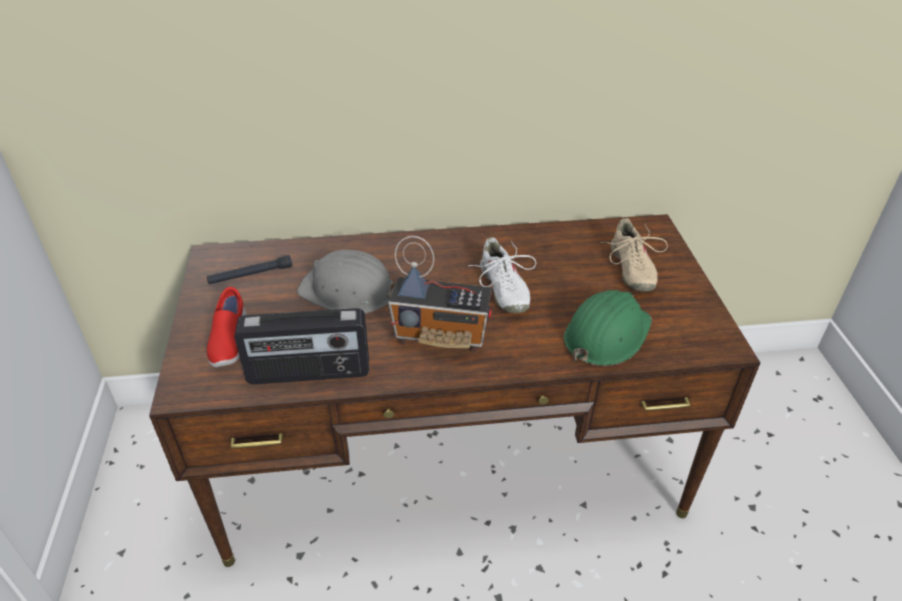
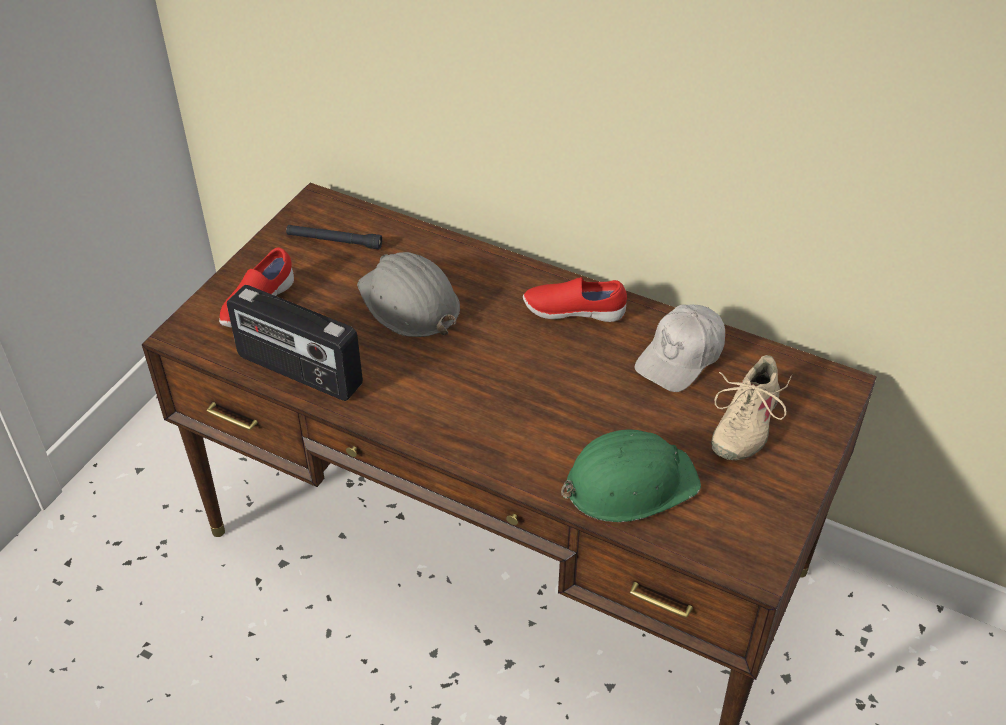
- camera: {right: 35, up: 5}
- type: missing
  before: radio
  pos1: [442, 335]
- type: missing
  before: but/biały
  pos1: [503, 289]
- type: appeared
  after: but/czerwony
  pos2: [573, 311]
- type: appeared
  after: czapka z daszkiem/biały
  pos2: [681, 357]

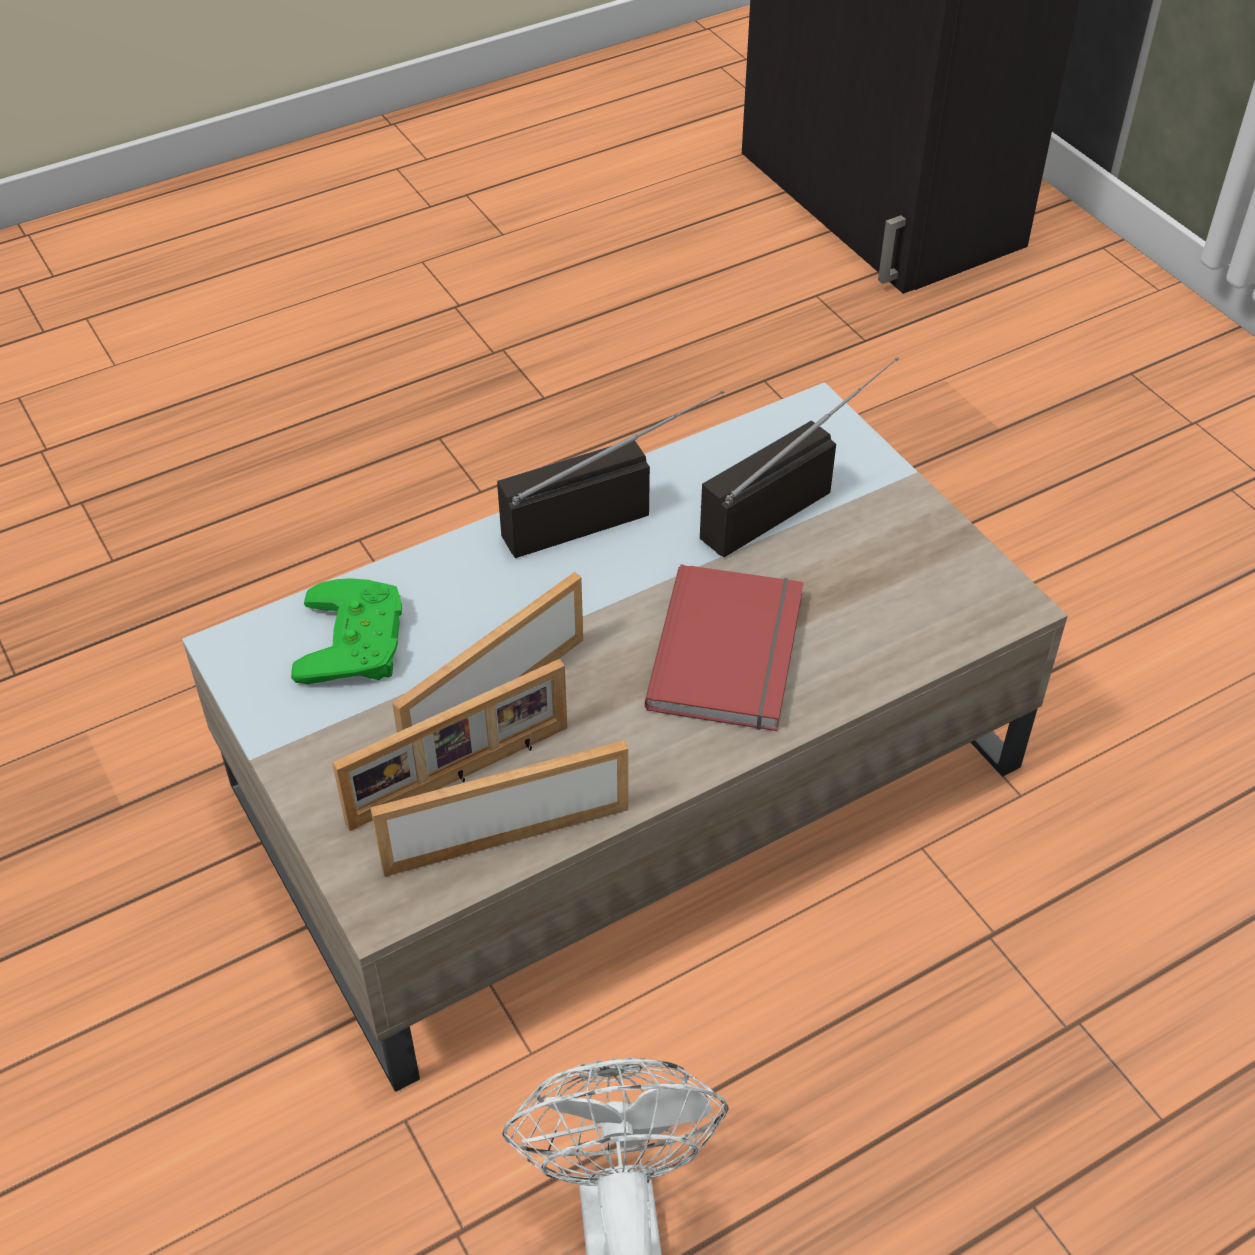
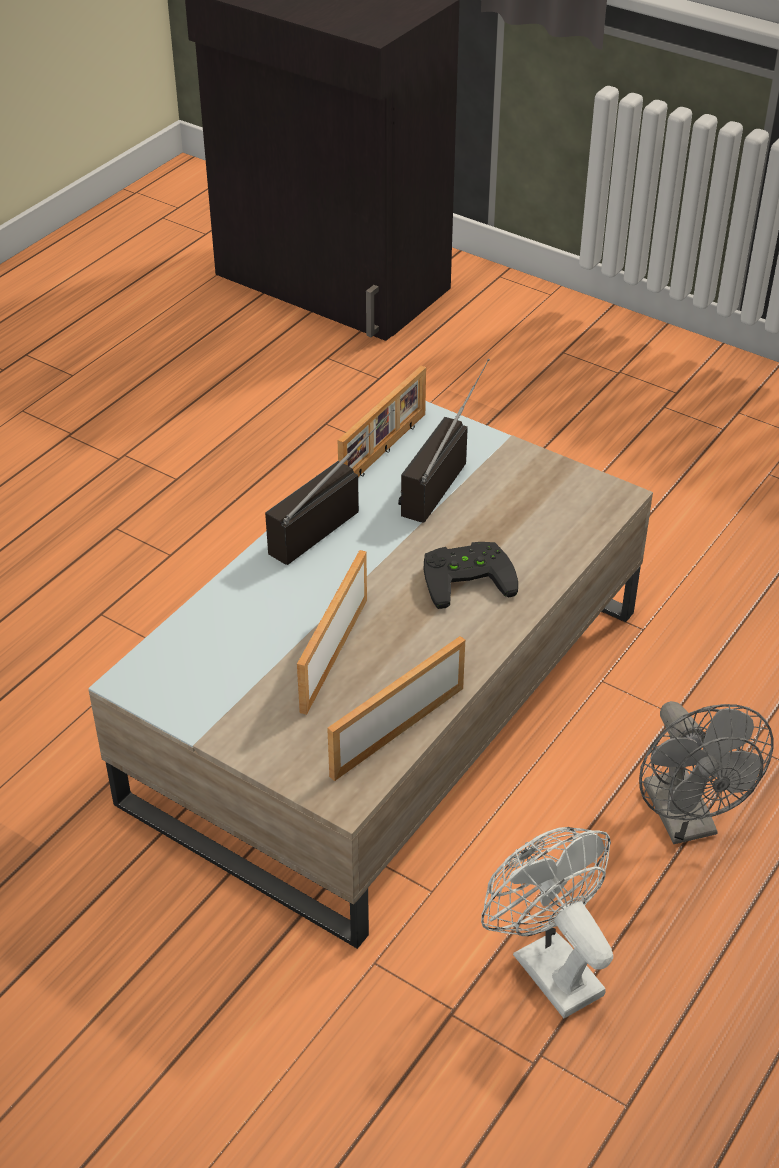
- camera: {right: -25, up: -5}
- type: missing
  before: pad do gier/zielony
  pos1: [359, 641]
- type: relocated
  before: ramka na zdjęcie
  pos1: [460, 777]
  pos2: [385, 451]
- type: exchanged
  before: książka/czerwony
  after: pad do gier/czarny
  pos1: [732, 651]
  pos2: [466, 576]
- type: appeared
  after: wentylator/szary
  pos2: [686, 821]

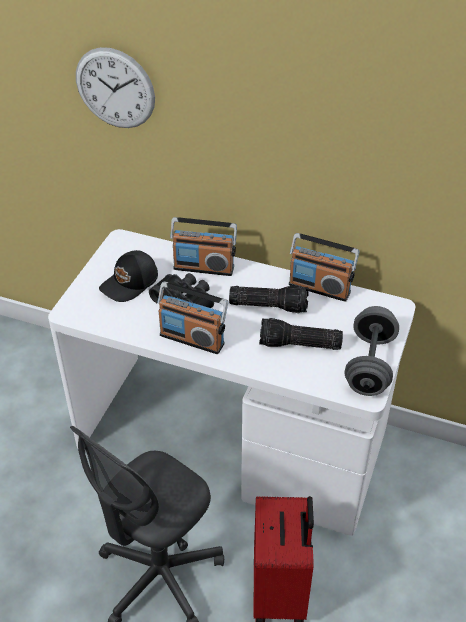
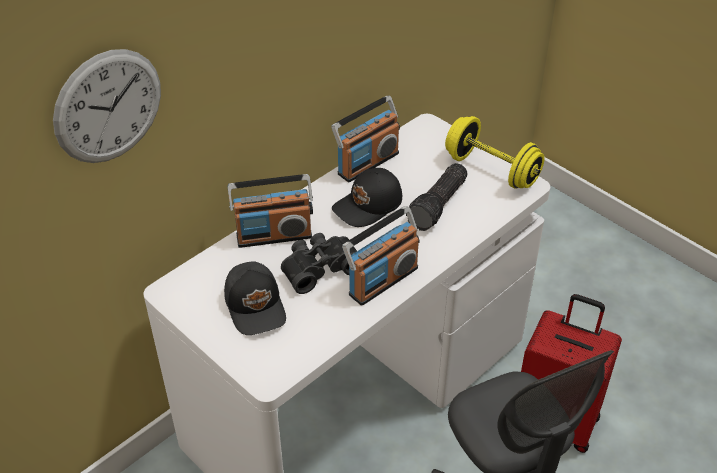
- camera: {right: -65, up: 0}
- type: spun
  before: radio
  pos1: [204, 267]
  pos2: [274, 235]
  turn: 45
- type: exchanged
  before: latarka
  after: czapka z daszkiem/czarny
  pos1: [269, 305]
  pos2: [369, 206]
- type: colour
  before: hantel/szary
  after: hantel/żółty
  pos1: [369, 365]
  pos2: [491, 170]

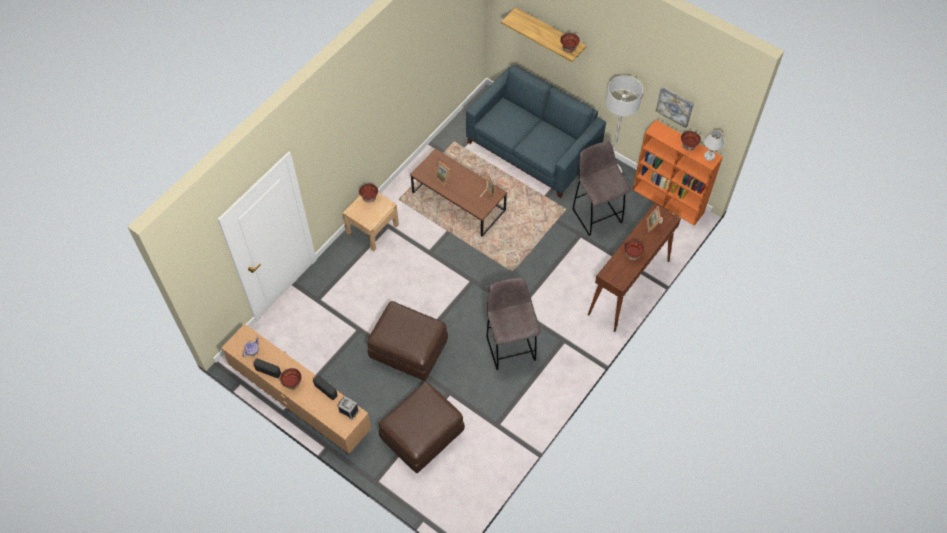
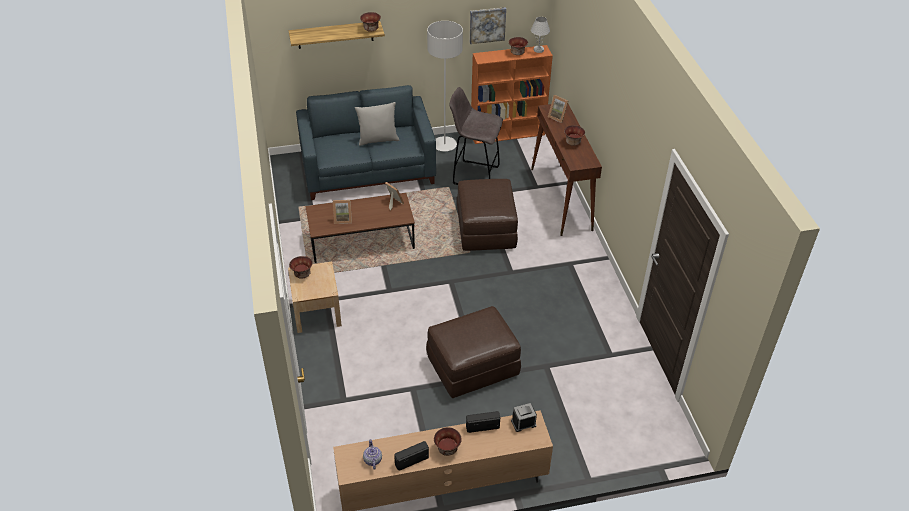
- camera: {right: -50, up: -15}
- type: relocated
  before: pufa/brązowy
  pos1: [422, 435]
  pos2: [486, 230]
- type: missing
  before: stołek/szary
  pos1: [510, 347]
- type: appeared
  after: poduszka/szary
  pos2: [378, 140]

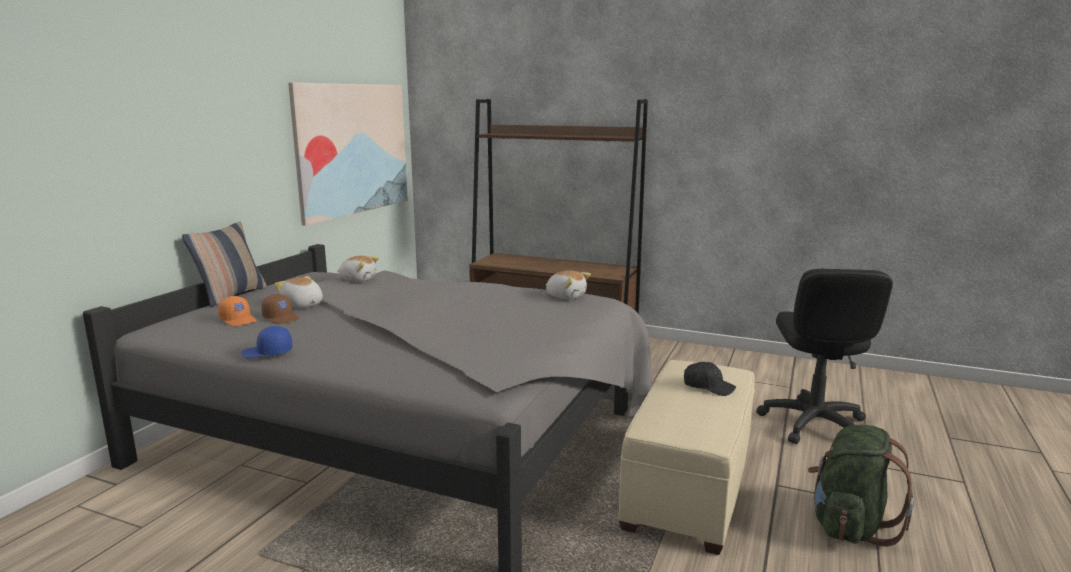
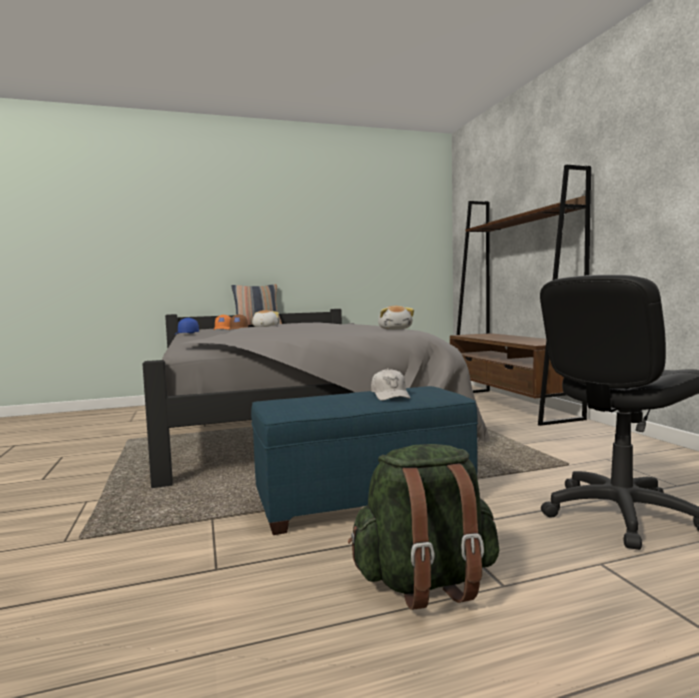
- camera: {right: 50, up: -10}
- type: missing
  before: obraz
  pos1: [353, 149]
- type: missing
  before: pluszak
  pos1: [358, 279]
- type: colour
  before: pufa/beżowy
  after: pufa/niebieski
  pos1: [688, 487]
  pos2: [364, 499]
- type: colour
  before: czapka z daszkiem/czarny
  after: czapka z daszkiem/biały
  pos1: [708, 386]
  pos2: [390, 395]

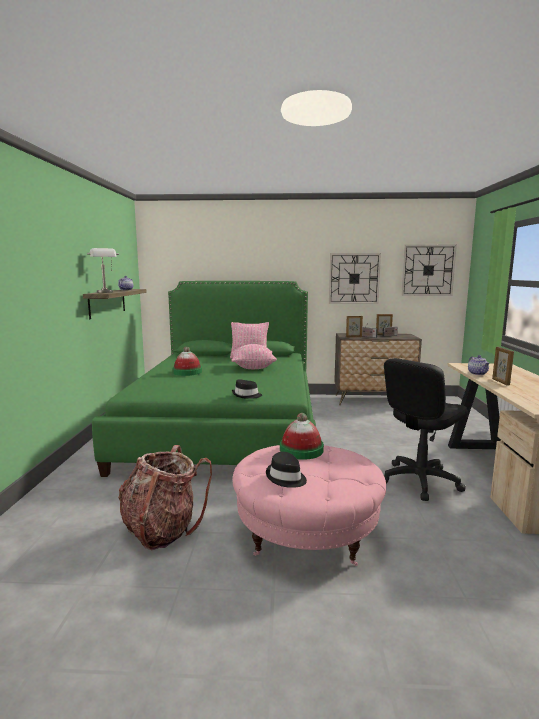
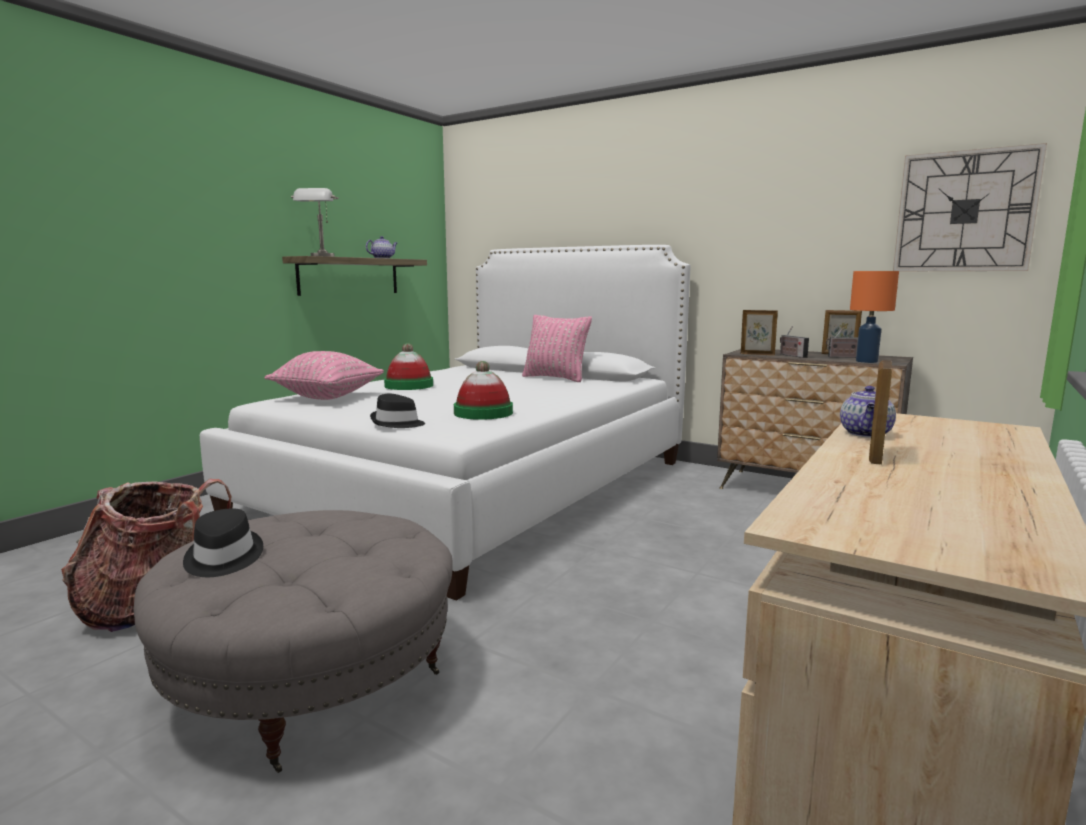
- camera: {right: 30, up: 0}
- type: colour
  before: łóżko/zielony
  after: łóżko/biały
  pos1: [225, 426]
  pos2: [476, 486]
- type: relocated
  before: poduszka/różowy
  pos1: [253, 367]
  pos2: [327, 397]
- type: colour
  before: pufa/różowy
  after: pufa/szary
  pos1: [307, 531]
  pos2: [311, 679]
- type: relocated
  before: kapelusz
  pos1: [301, 450]
  pos2: [483, 413]
- type: missing
  before: zegar ścienny
  pos1: [354, 278]
- type: missing
  before: krzesło biurowe/czarny
  pos1: [419, 481]
- type: appeared
  after: lampa stołowa/pomarańczowy
  pos2: [867, 361]

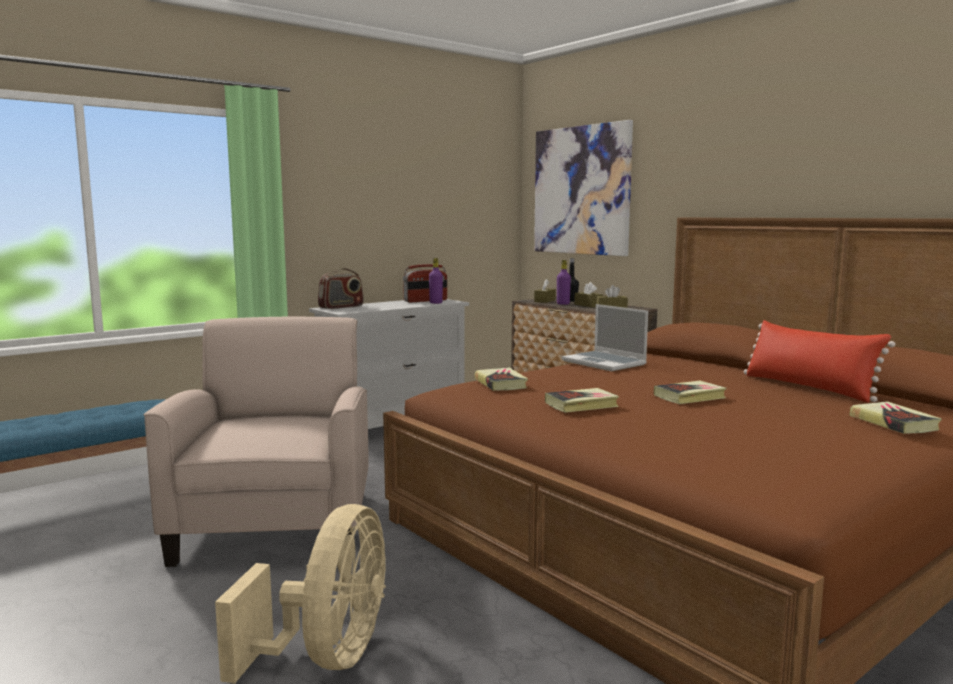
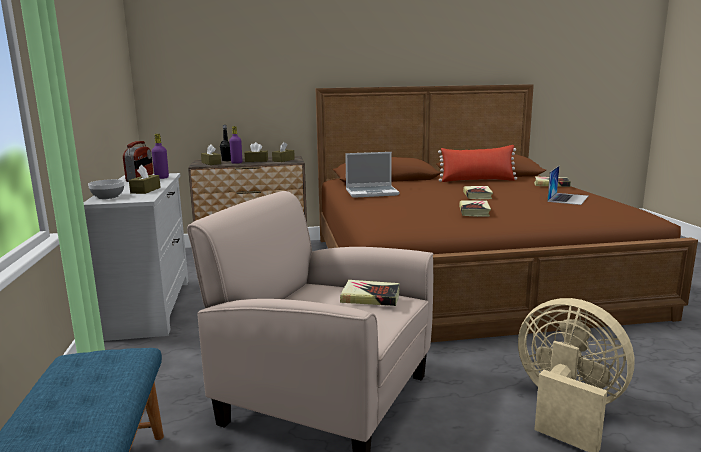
- camera: {right: -60, up: 5}
- type: exchanged
  before: radio
  after: miska
  pos1: [341, 307]
  pos2: [107, 197]
- type: relocated
  before: książka
  pos1: [500, 383]
  pos2: [370, 297]
- type: missing
  before: obraz
  pos1: [581, 190]
- type: appeared
  after: pudełko chusteczek/brązowy
  pos2: [145, 190]
- type: appeared
  after: laptop
  pos2: [568, 198]

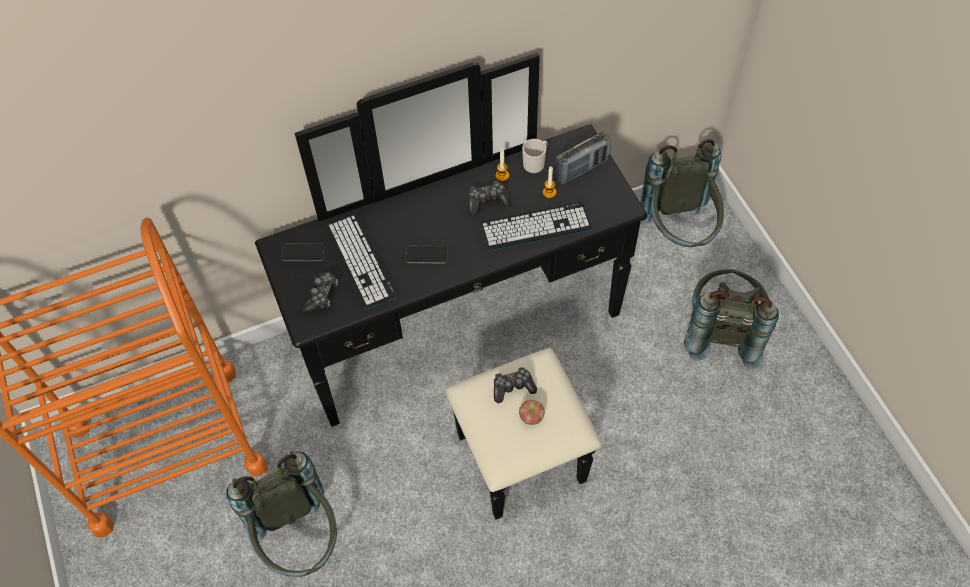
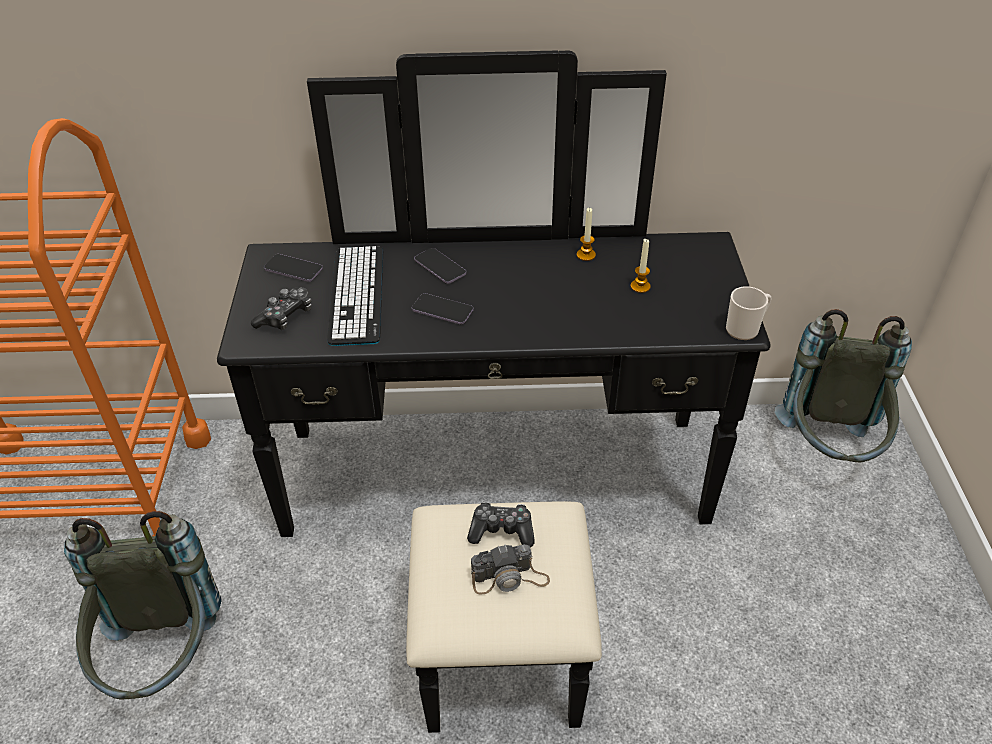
- camera: {right: 20, up: -15}
- type: missing
  before: pad do gier
  pos1: [487, 202]
- type: missing
  before: klawiatura
  pos1: [535, 226]
- type: exchanged
  before: jabłko
  after: aparat fotograficzny
  pos1: [531, 417]
  pos2: [509, 578]
- type: relocated
  before: kubek
  pos1: [535, 163]
  pos2: [745, 328]
- type: missing
  before: radio
  pos1: [581, 169]
- type: missing
  before: plecak/szary
  pos1: [721, 332]
- type: appeared
  after: telefon
  pos2: [440, 267]

